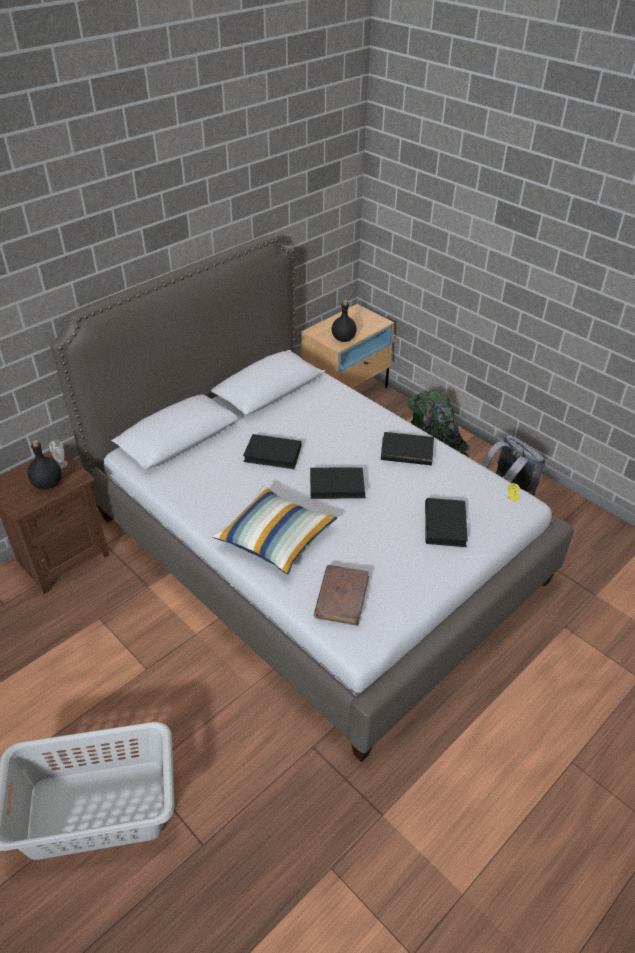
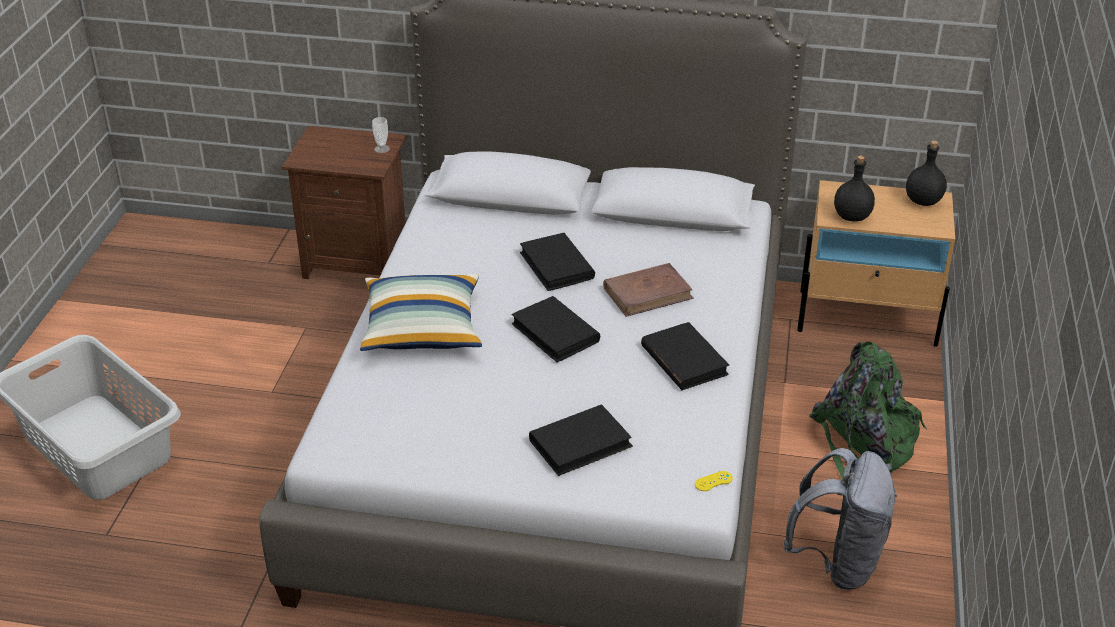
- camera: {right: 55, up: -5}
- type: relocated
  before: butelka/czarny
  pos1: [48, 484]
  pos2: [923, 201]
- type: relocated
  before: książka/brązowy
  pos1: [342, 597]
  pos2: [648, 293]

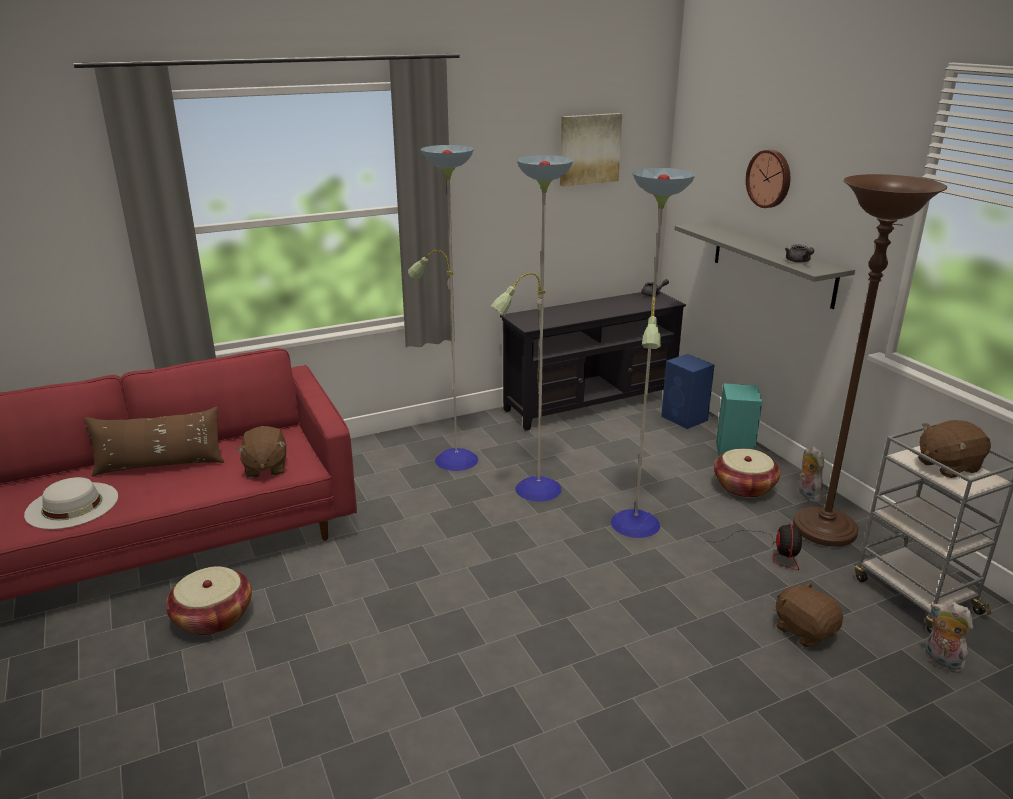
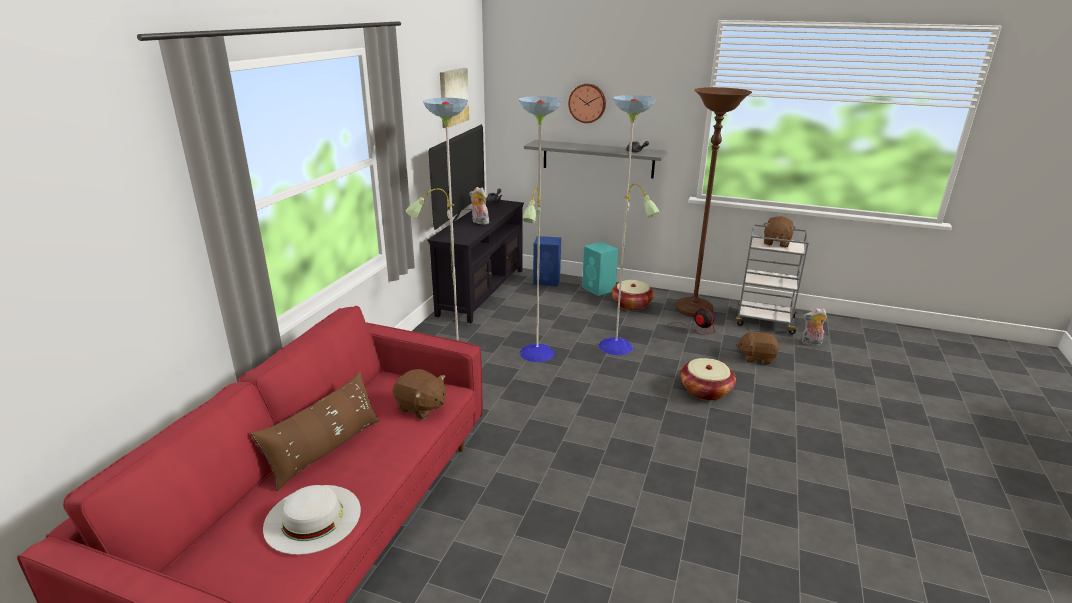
- camera: {right: -45, up: 0}
- type: relocated
  before: koszyk
  pos1: [213, 617]
  pos2: [705, 391]
- type: relocated
  before: pluszak
  pos1: [806, 495]
  pos2: [479, 222]
- type: appeared
  after: telewizor
  pos2: [460, 220]

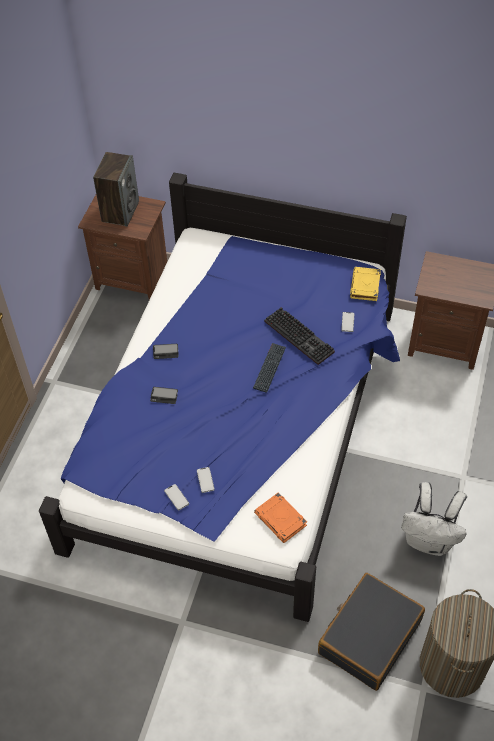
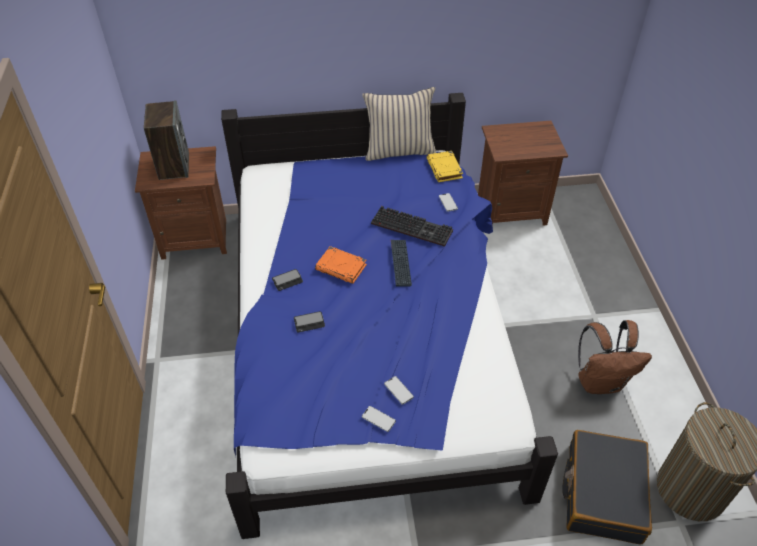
- camera: {right: -25, up: -5}
- type: relocated
  before: książka/pomarańczowy
  pos1: [281, 520]
  pos2: [341, 267]
- type: colour
  before: plecak/biały
  after: plecak/brązowy
  pos1: [429, 541]
  pos2: [601, 382]
- type: appeared
  after: poduszka/beżowy
  pos2: [399, 150]

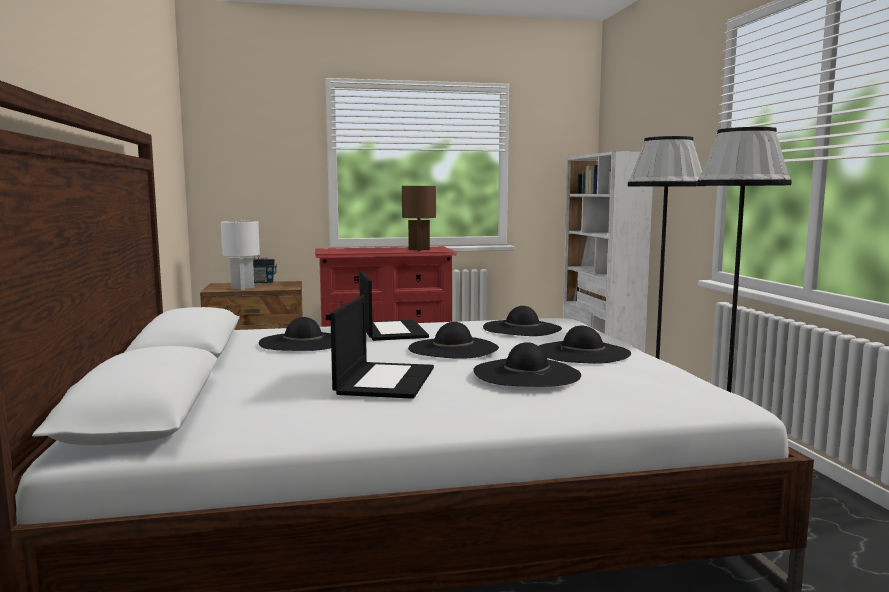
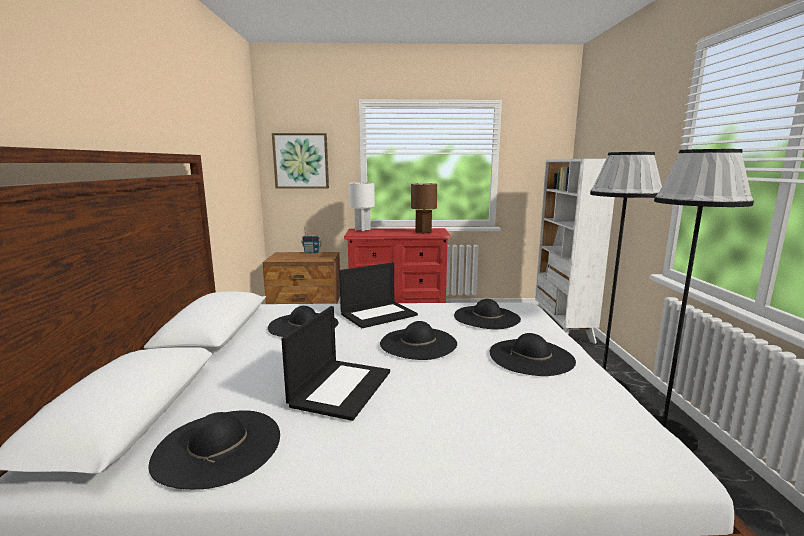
- camera: {right: 10, up: 5}
- type: relocated
  before: lampa stołowa/biały
  pos1: [242, 288]
  pos2: [362, 229]
- type: spun
  before: laptop
  pos1: [391, 331]
  pos2: [379, 314]
  turn: 60
- type: relocated
  before: kapelusz/czarny
  pos1: [526, 373]
  pos2: [218, 446]
- type: appeared
  after: obraz
  pos2: [301, 161]

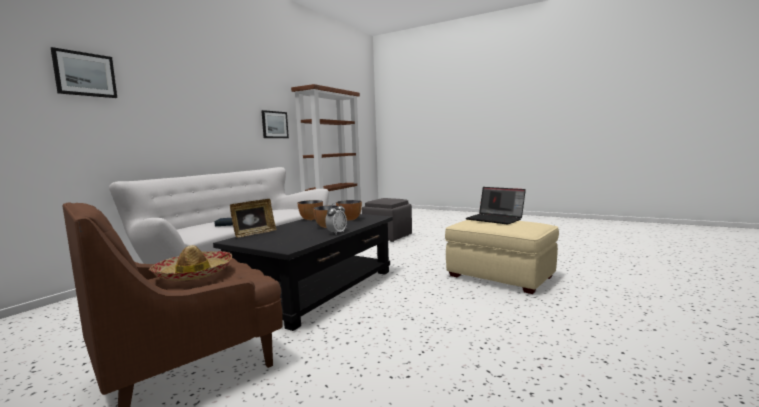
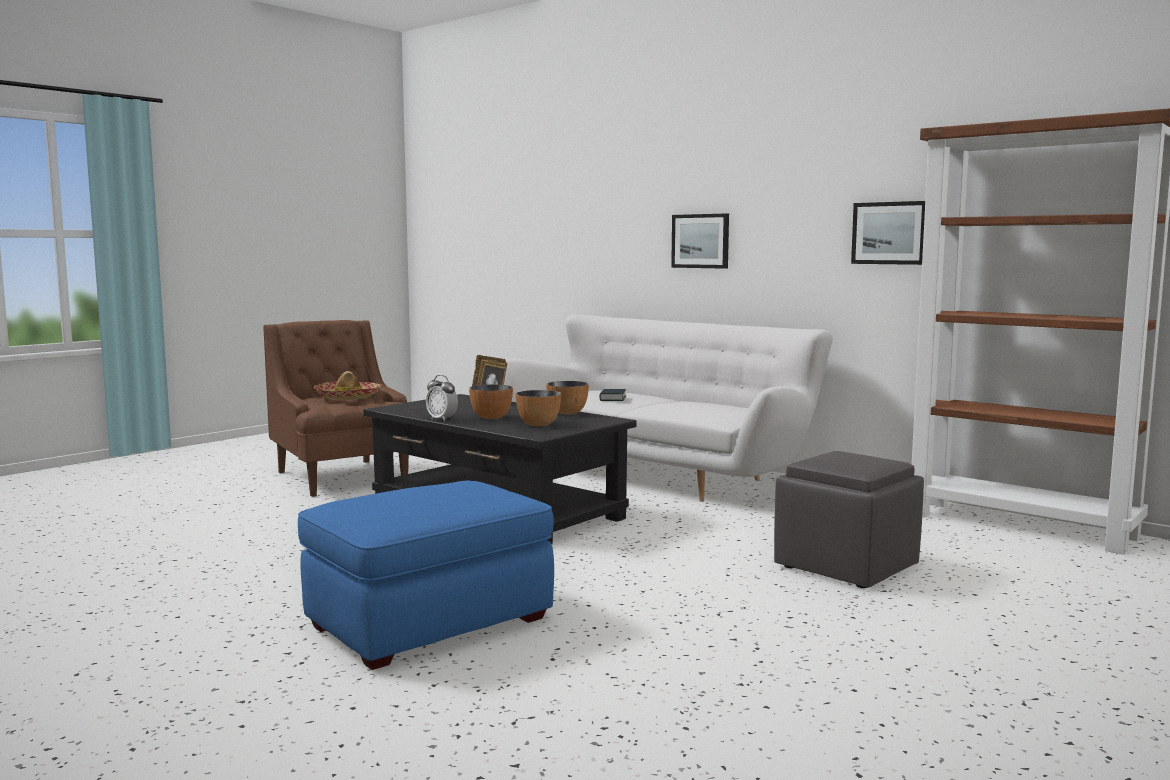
- camera: {right: 100, up: 0}
- type: relocated
  before: obraz
  pos1: [85, 74]
  pos2: [700, 241]
- type: colour
  before: pufa/beżowy
  after: pufa/niebieski
  pos1: [501, 276]
  pos2: [427, 623]
- type: missing
  before: laptop
  pos1: [496, 219]

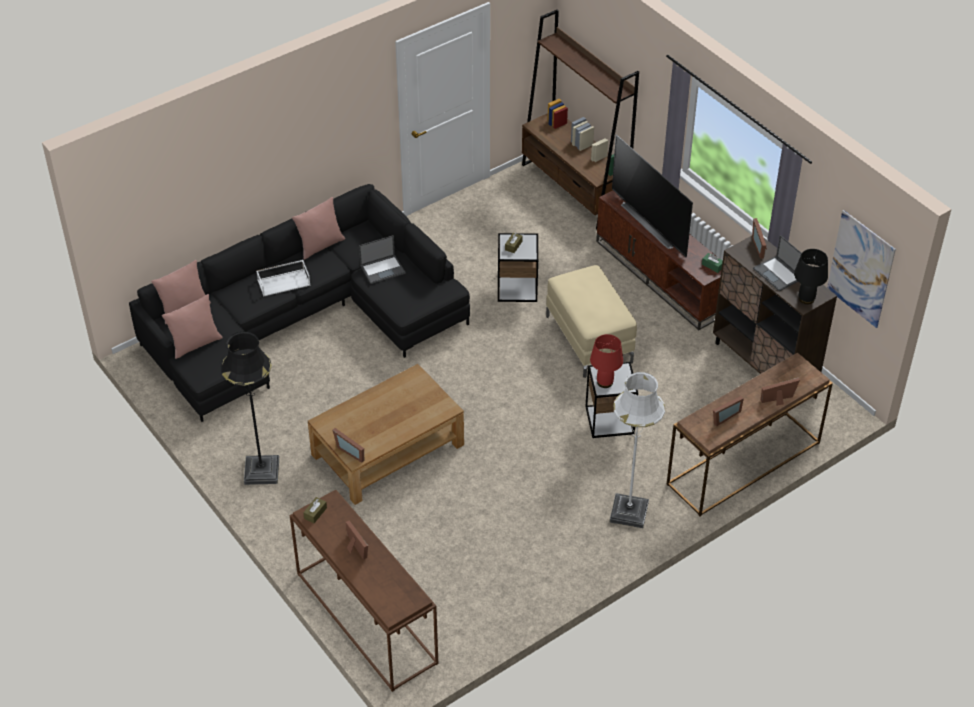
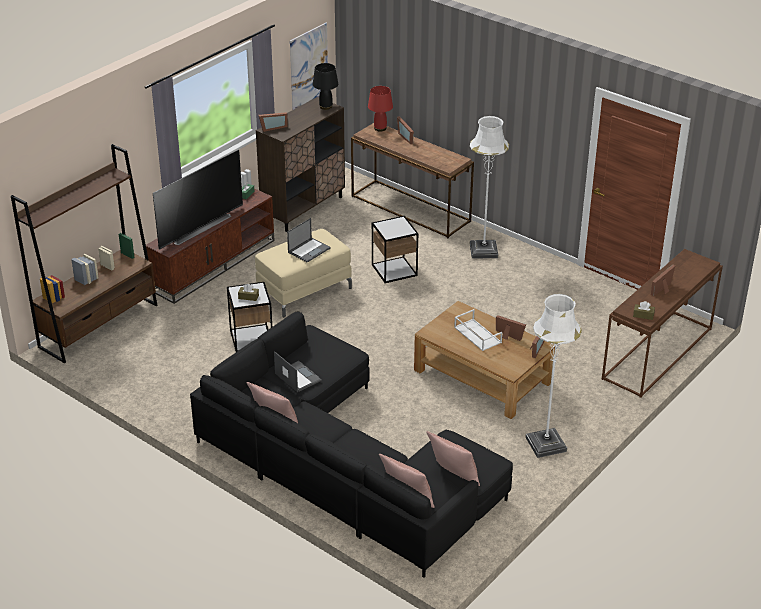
- camera: {right: -105, up: -10}
- type: colour
  before: lampa stojąca/czarny
  after: lampa stojąca/biały
  pos1: [261, 471]
  pos2: [546, 444]
- type: relocated
  before: taca/biały
  pos1: [284, 282]
  pos2: [477, 335]
- type: relocated
  before: lampa stołowa/czerwony
  pos1: [604, 382]
  pos2: [380, 128]
- type: relocated
  before: ramka na zdjęcie
  pos1: [723, 416]
  pos2: [508, 337]
- type: relocated
  before: laptop
  pos1: [778, 274]
  pos2: [309, 250]

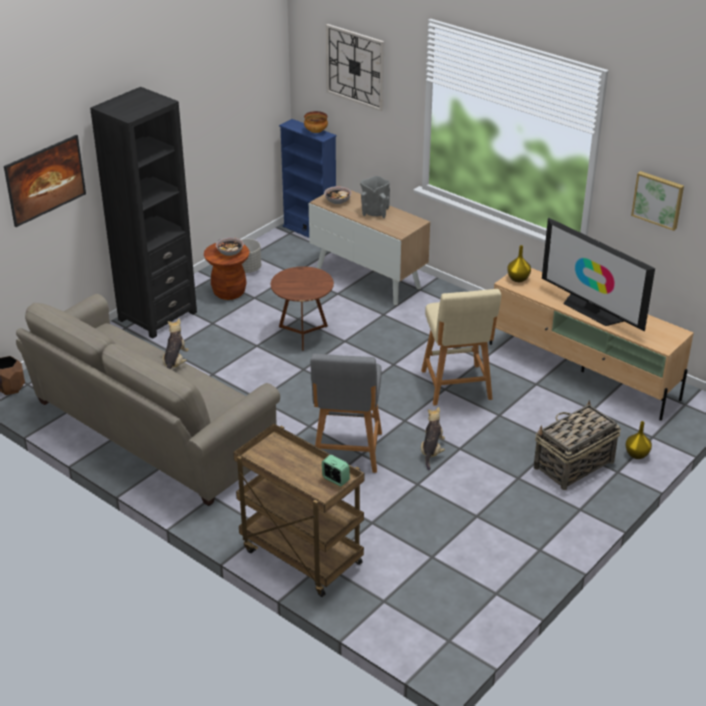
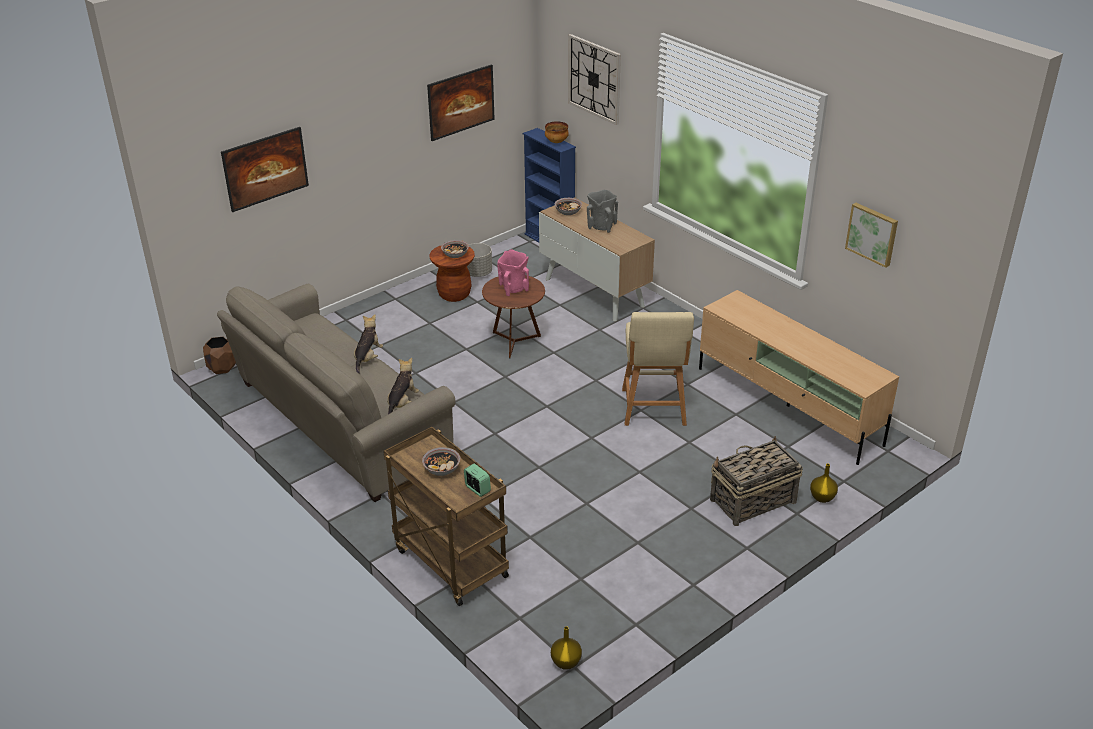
- camera: {right: 10, up: 0}
- type: missing
  before: regał/czarny
  pos1: [157, 316]
- type: missing
  before: stołek/szary
  pos1: [347, 453]
- type: relocated
  before: pluszak
  pos1: [431, 451]
  pos2: [402, 403]
- type: relocated
  before: wazon/żółty
  pos1: [518, 278]
  pos2: [566, 662]
- type: missing
  before: telewizor
  pos1: [591, 310]
- type: appeared
  after: miska
  pos2: [442, 469]
- type: appeared
  after: obraz
  pos2: [461, 116]
- type: appeared
  after: wazon/różowy
  pos2: [513, 289]

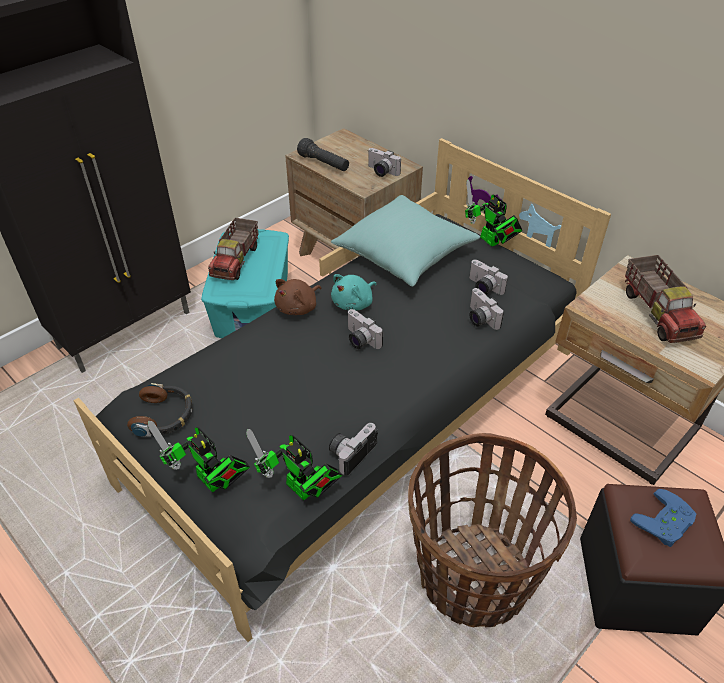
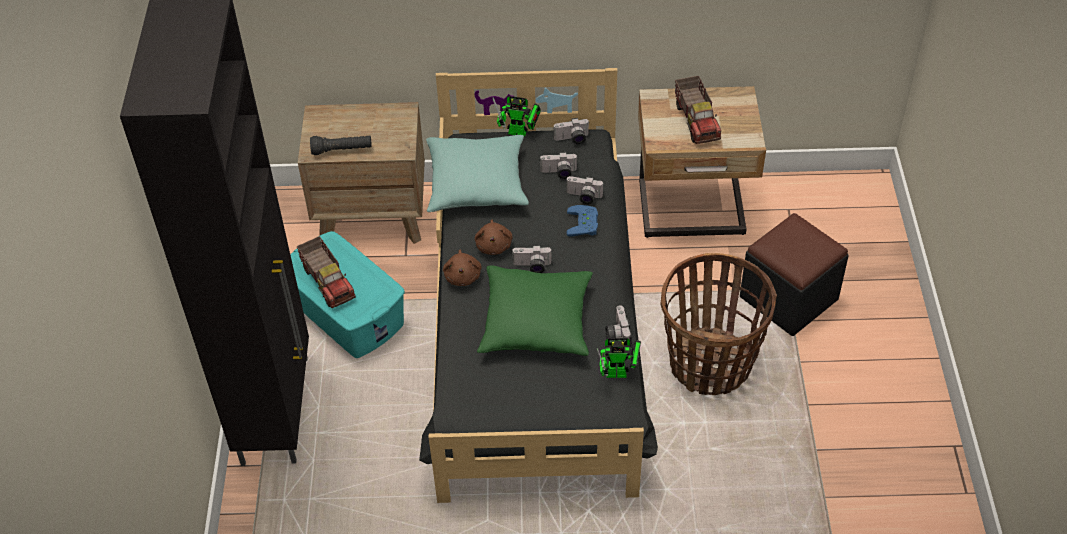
- camera: {right: -45, up: 5}
- type: missing
  before: słuchawki
  pos1: [164, 416]
- type: missing
  before: robot zabawkowy
  pos1: [212, 483]
- type: colour
  before: pluszak/turkusowy
  after: pluszak/brązowy
  pos1: [354, 303]
  pos2: [494, 245]
- type: relocated
  before: aparat fotograficzny
  pos1: [381, 172]
  pos2: [572, 139]
- type: spun
  before: ciężarówka zabawkowa
  pos1: [658, 313]
  pos2: [697, 121]
  turn: 45
- type: relocated
  before: pad do gier/niebieski
  pos1: [666, 523]
  pos2: [585, 224]
- type: appeared
  after: poduszka/zielony
  pos2: [536, 322]

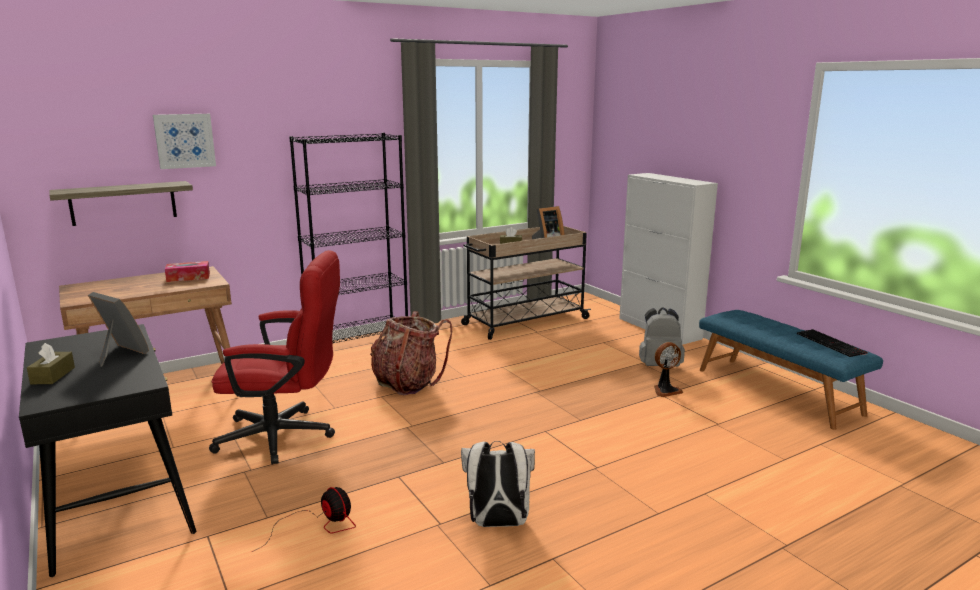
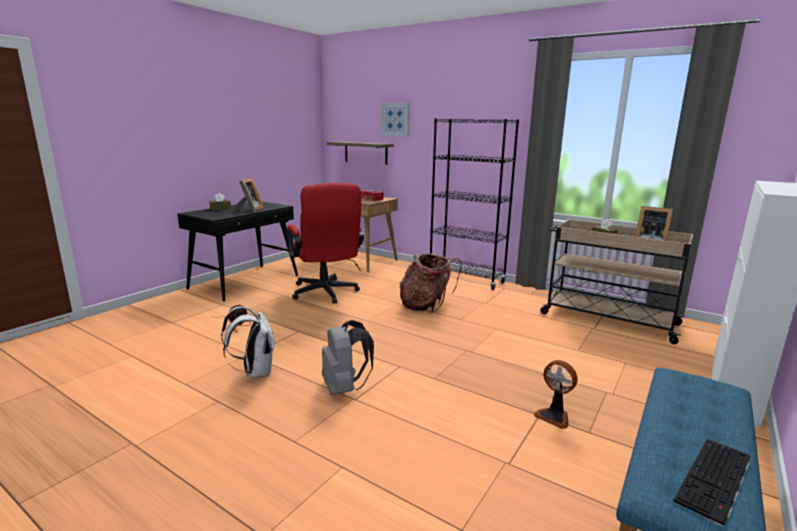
- camera: {right: 65, up: 0}
- type: relocated
  before: plecak/szary
  pos1: [659, 365]
  pos2: [345, 388]

